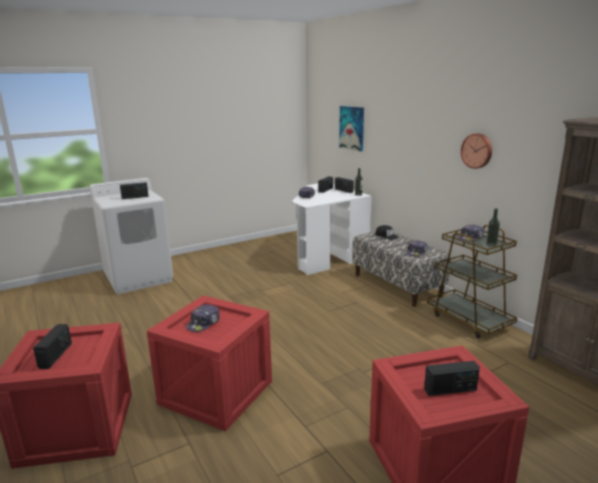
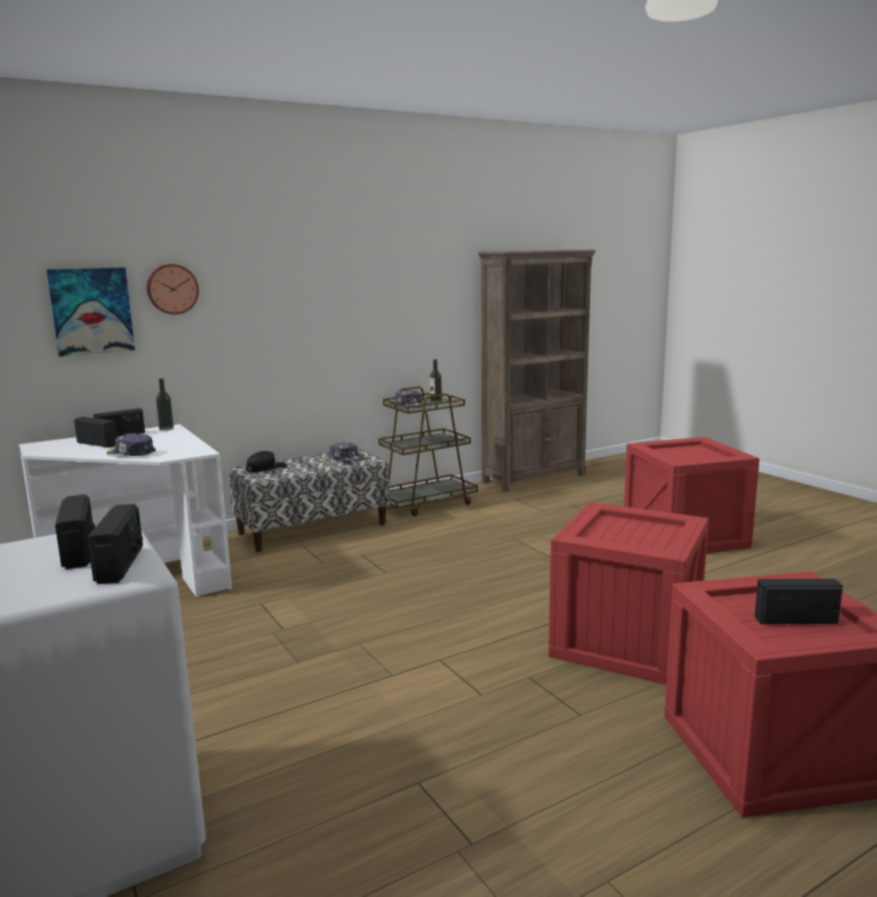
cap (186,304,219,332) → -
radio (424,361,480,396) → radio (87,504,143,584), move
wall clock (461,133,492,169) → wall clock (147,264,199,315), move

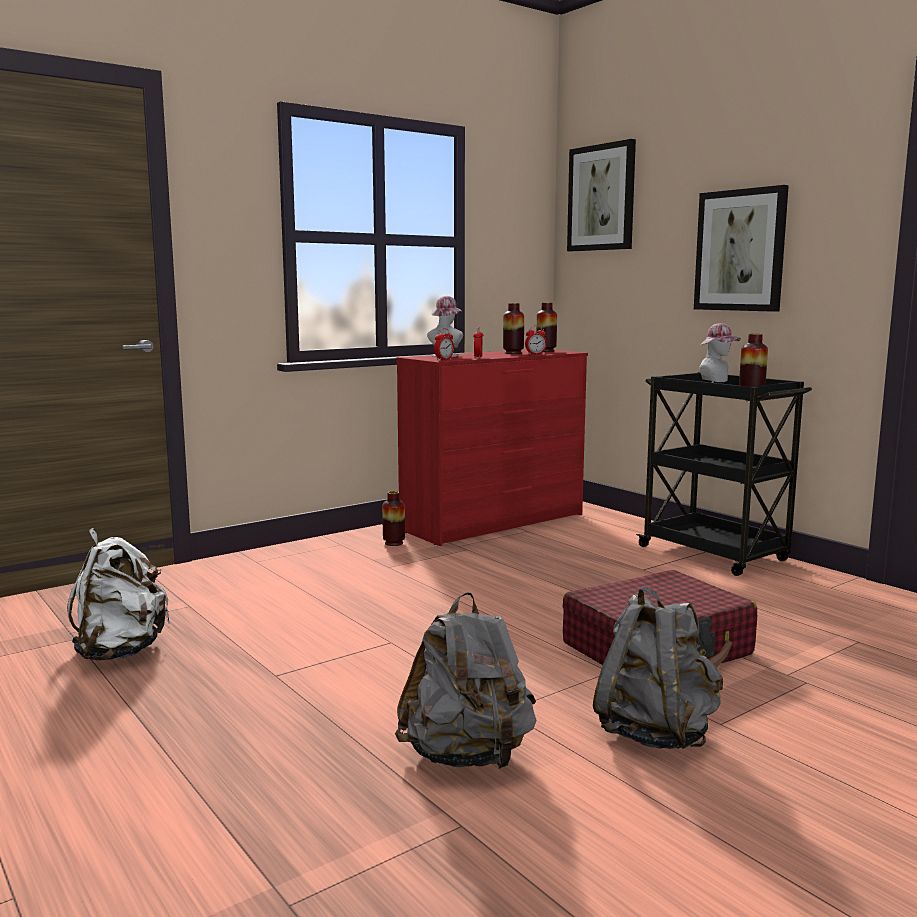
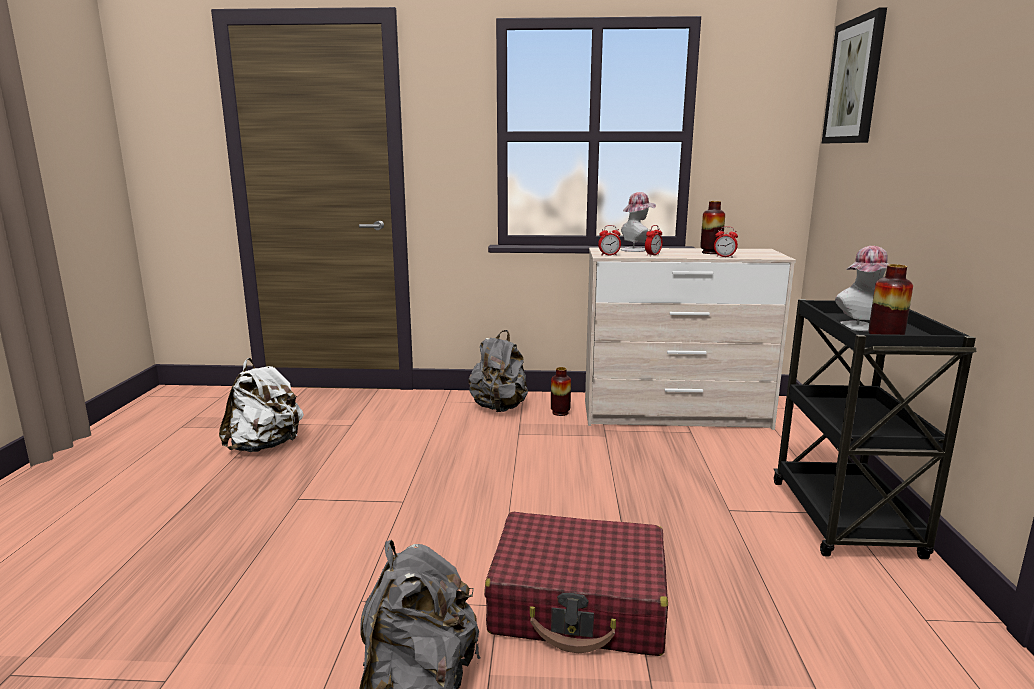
vase (536,302,557,352) → -
picture (694,185,789,312) → -
backpack in grey (395,592,537,769) → backpack in grey (469,330,528,412), move
dresser in red (396,350,588,546) → dresser in beige (585,248,796,430)

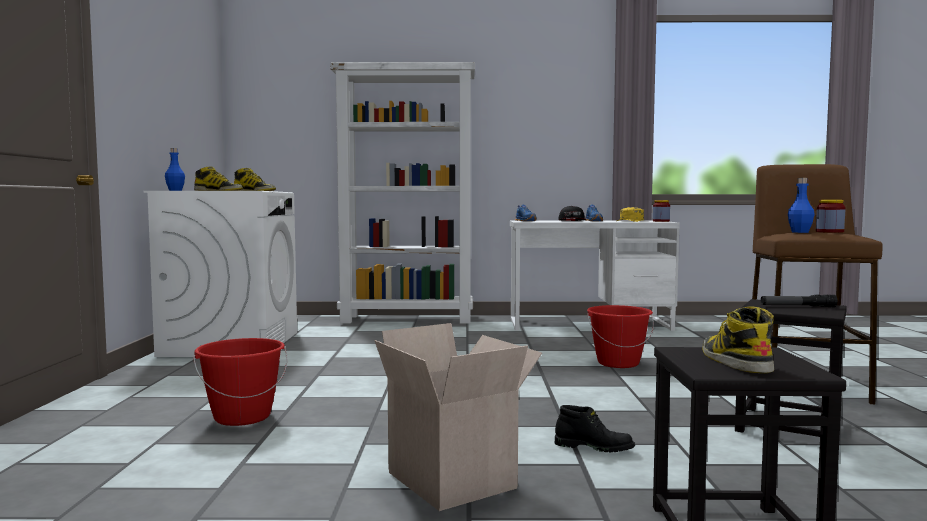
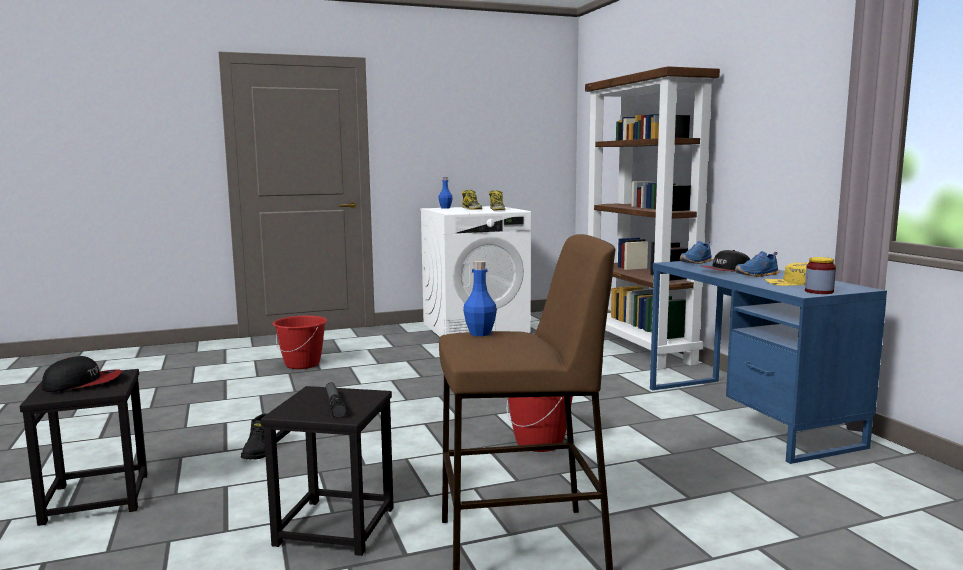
cardboard box (374,323,542,511) → -
jar (816,200,845,233) → -
boot (702,306,774,373) → cap (41,356,121,392)
bookcase in white (331,62,475,324) → bookcase in brown (585,66,720,370)
desk in white (510,221,680,331) → desk in blue (650,259,887,464)

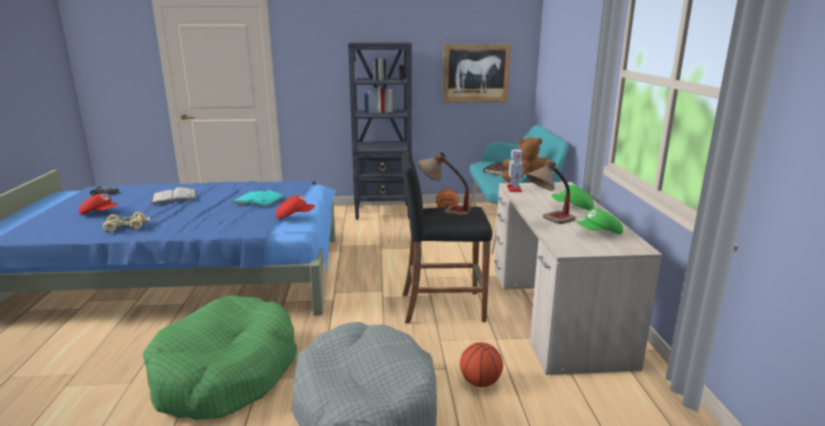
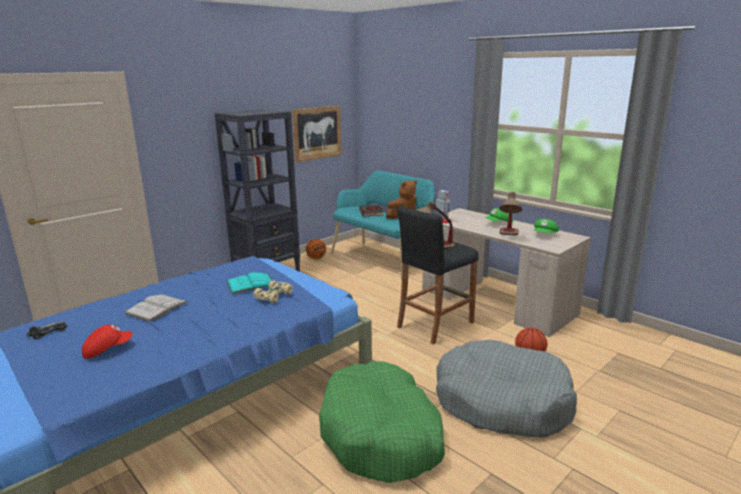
cap in red (276,196,315,218) → -
toy car in beige (103,212,150,232) → toy car in beige (253,280,293,303), move

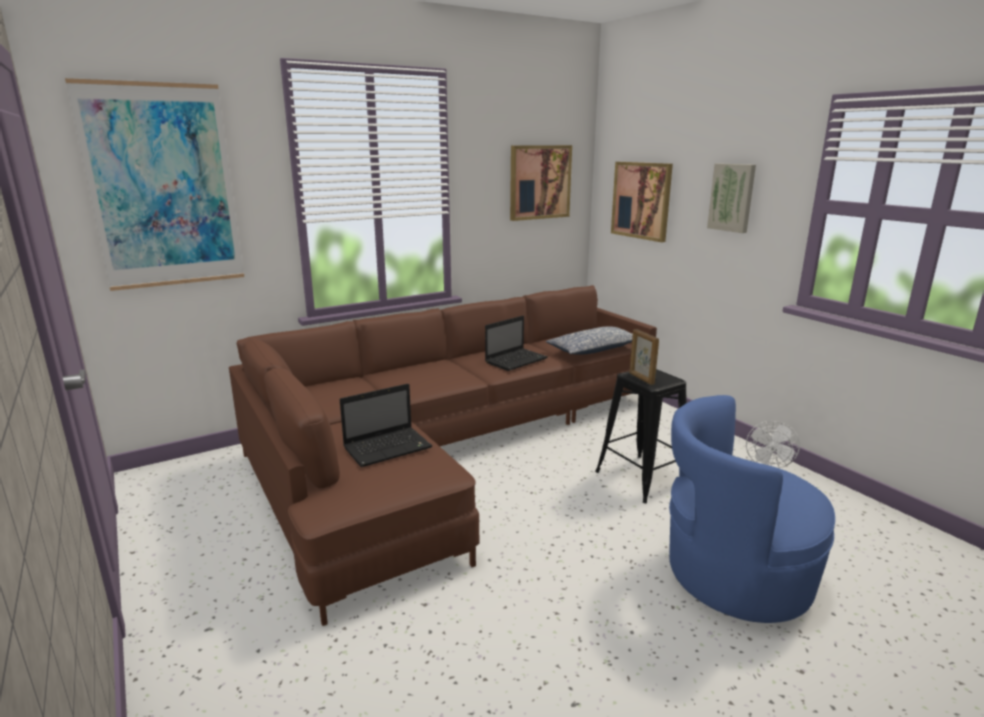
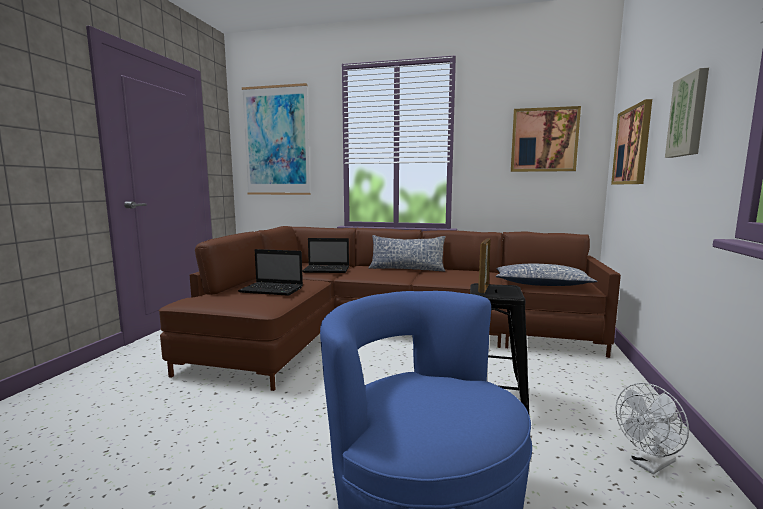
- → pillow (368,235,446,271)
laptop (485,316,548,371) → laptop (302,238,349,273), move

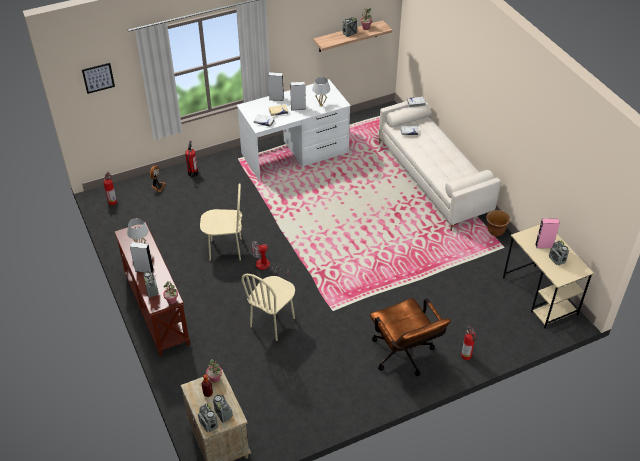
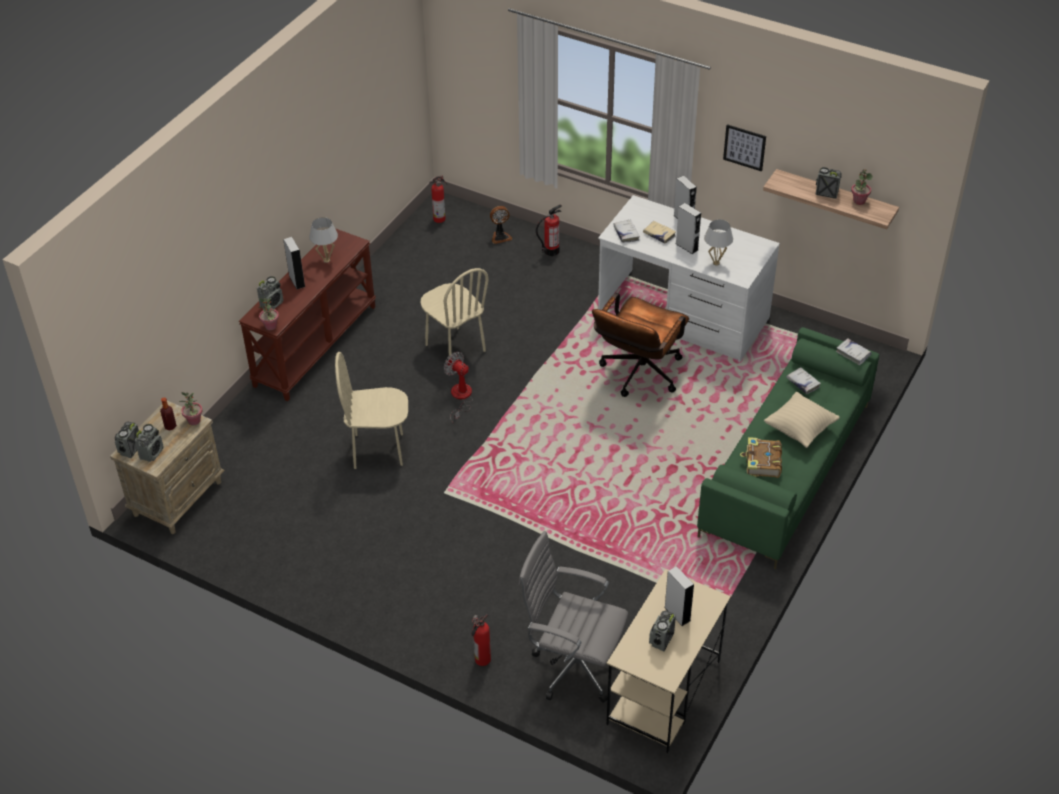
planter in brown (486,210,510,236) → -
- → office chair in grey (519,531,628,703)
- → book (740,437,782,478)
- → pillow in beige (764,392,840,448)
picture (82,63,115,94) → picture (723,124,766,172), move
office chair in brown (370,298,451,376) → office chair in brown (592,293,689,397), move
sofa in beige (379,98,501,231) → sofa in green (697,327,879,569)
speaker in pink (535,219,560,248) → speaker in grey (664,566,694,626)

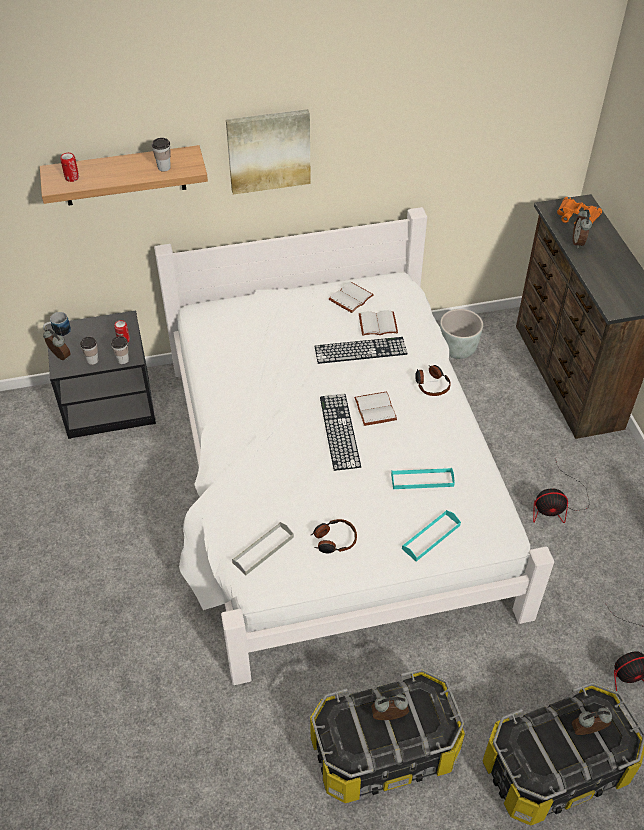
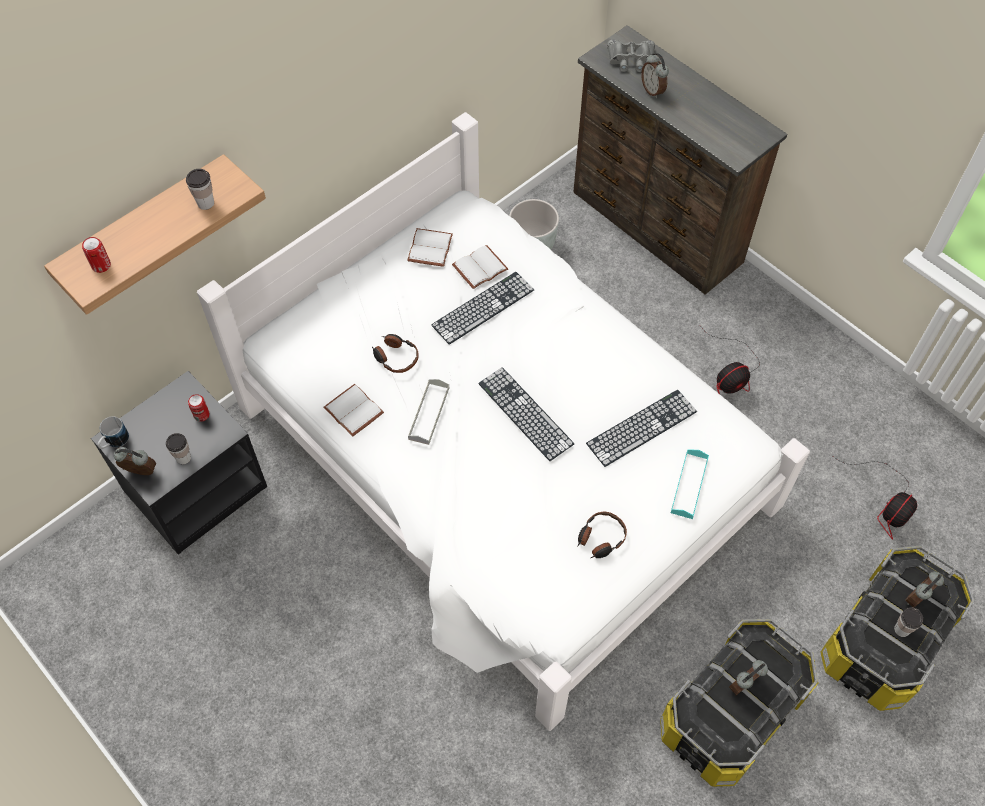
picture (226,109,311,195) → -
cup (111,336,129,364) → cup (894,607,923,637), move
tray in grey (232,522,294,575) → tray in grey (408,379,449,445), move
book in white (354,391,397,426) → book in white (323,384,384,437), move
headphones (415,365,451,396) → headphones (372,334,419,373), move
tray in turquoise (391,468,455,489) → keyboard (586,390,697,467)
binoculars in orange (557,197,602,224) → binoculars in grey (607,39,655,72)

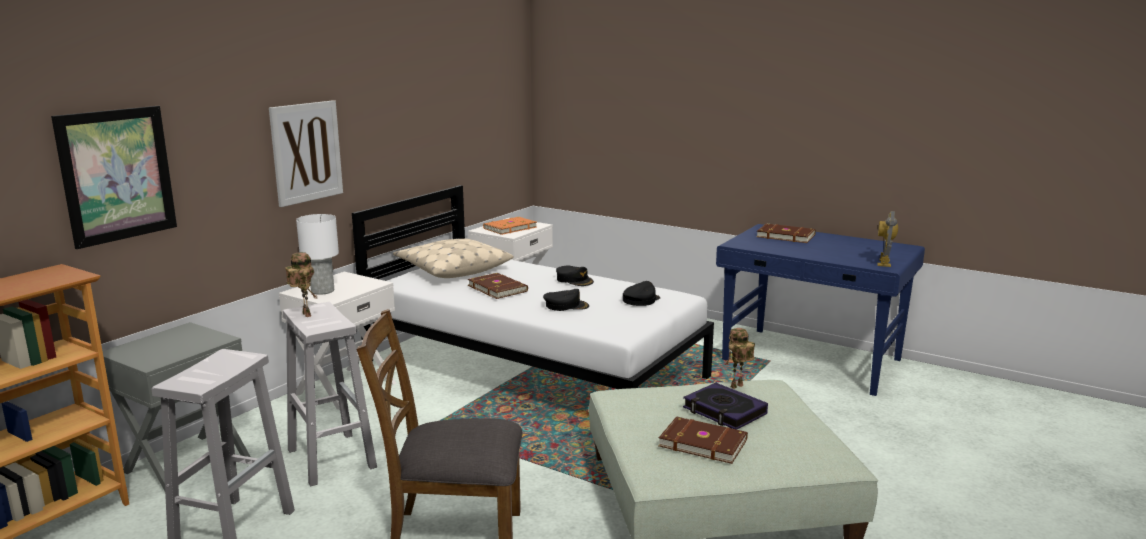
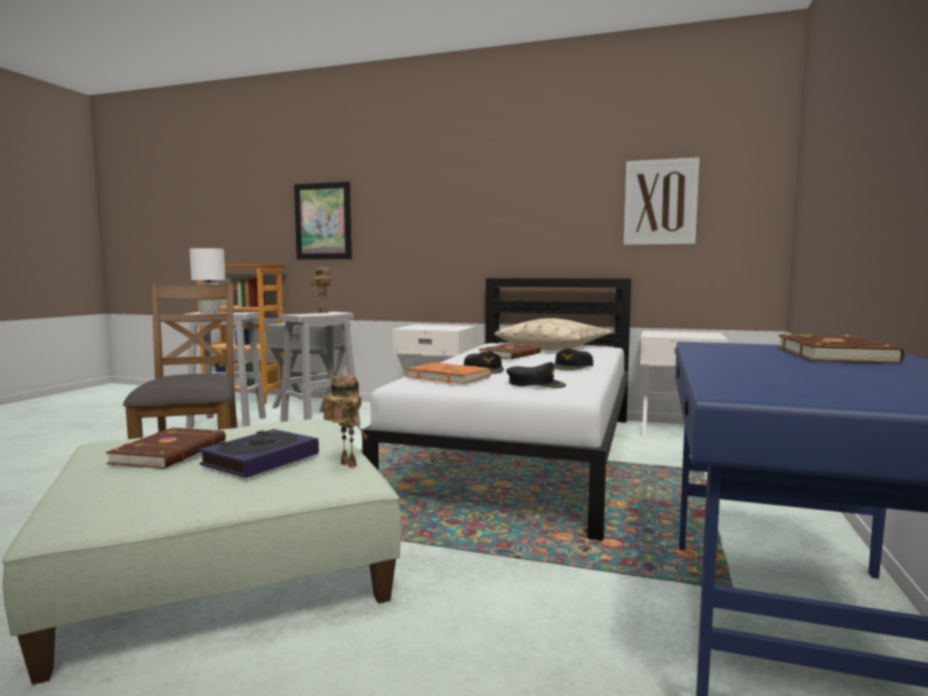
toy robot (877,211,898,267) → -
picture (269,100,343,207) → picture (624,157,700,245), move
table lamp in white (296,214,339,295) → table lamp in white (189,248,225,313), move
book in orange (483,217,537,235) → book in orange (406,362,491,384), move

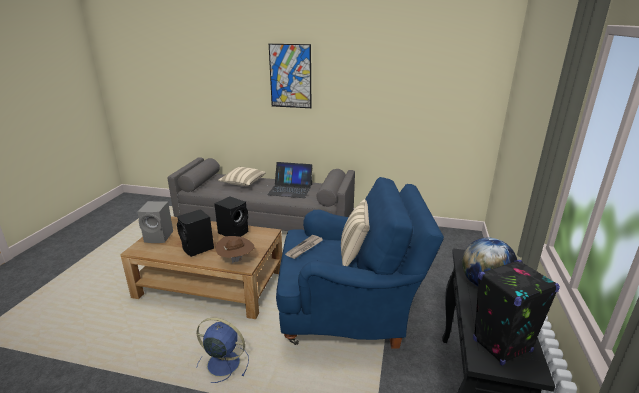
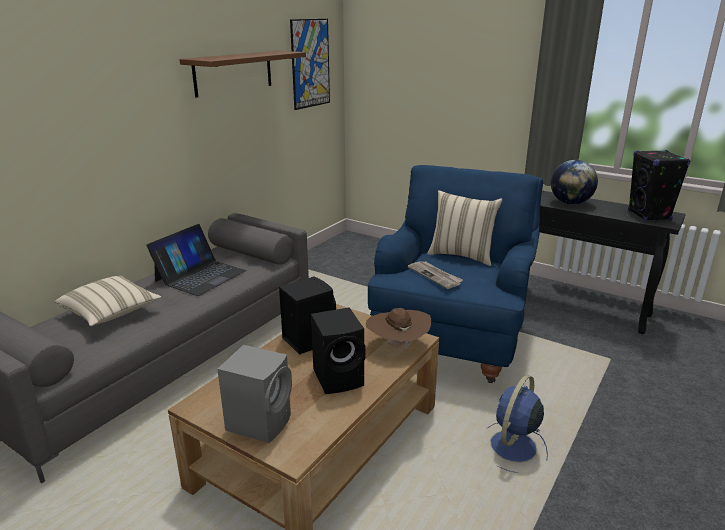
- → shelf in brown (179,51,306,97)
picture (269,44,311,108) → picture (290,19,330,110), move

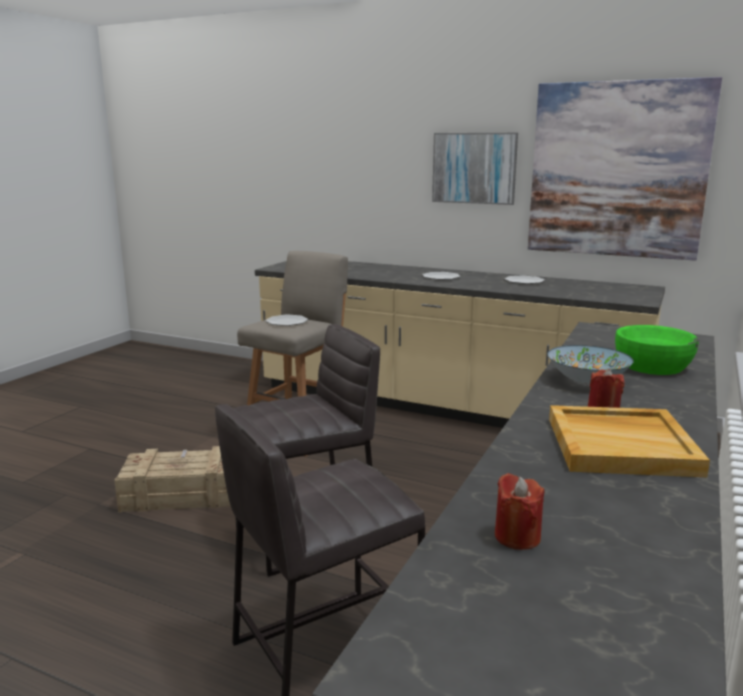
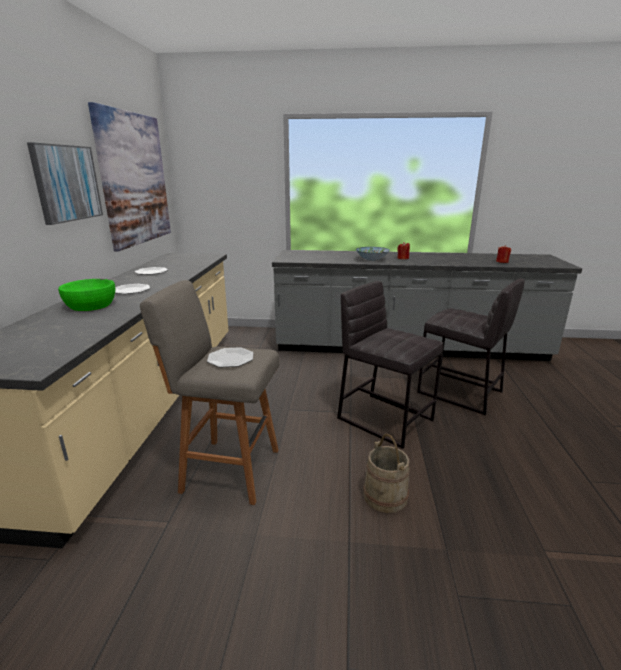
tray in beige (549,405,710,477) → -
bowl in green (615,325,699,375) → bowl in green (58,279,115,311), move
crate (114,446,231,513) → bucket in beige (363,434,410,513)

